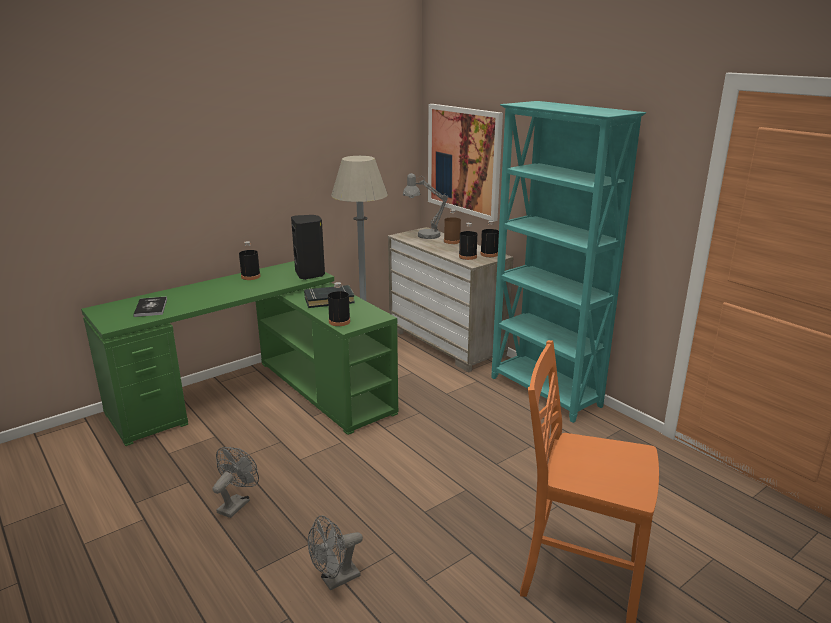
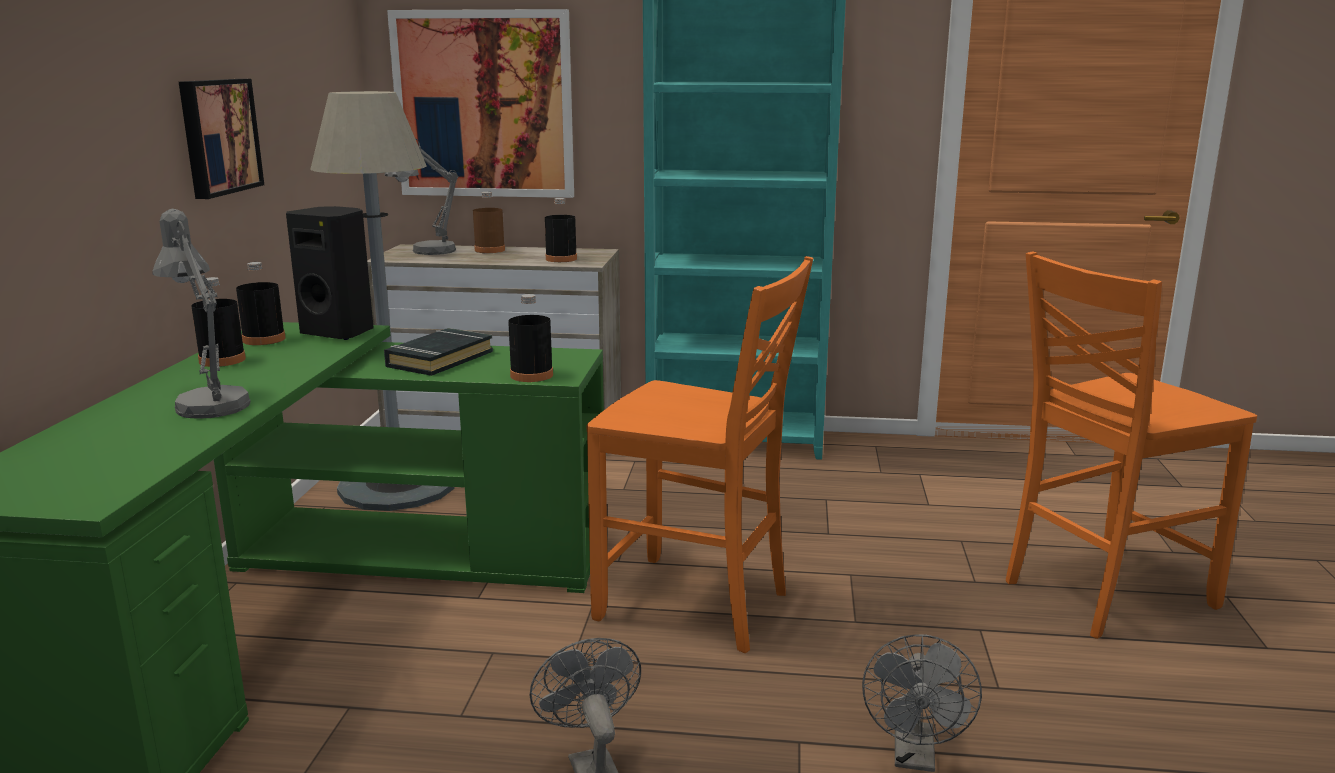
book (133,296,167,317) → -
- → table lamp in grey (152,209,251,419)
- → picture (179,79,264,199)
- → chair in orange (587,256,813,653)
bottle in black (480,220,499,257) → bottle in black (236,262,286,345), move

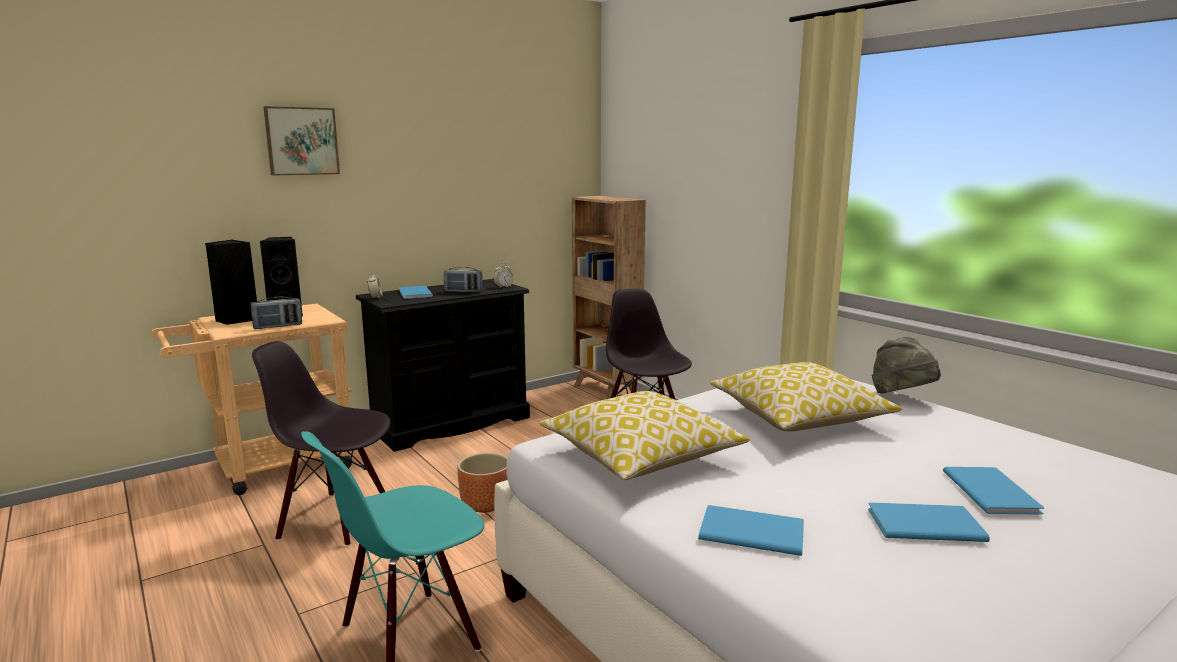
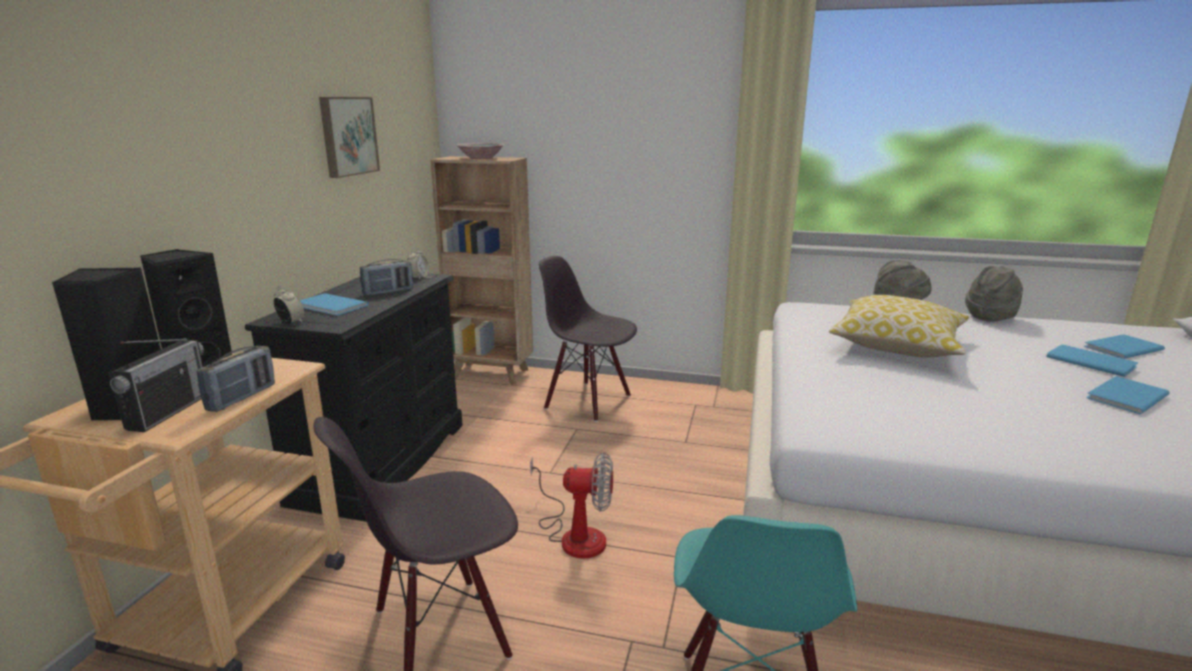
pillow (540,391,750,480) → -
- → radio (109,338,204,432)
- → bowl (457,143,504,159)
- → hat in grey (965,266,1023,322)
picture (263,106,340,176) → picture (319,97,380,178), move
book in blue (699,505,804,556) → book in blue (1084,334,1165,359), move
planter in brown (457,453,508,513) → fan (530,452,613,559)

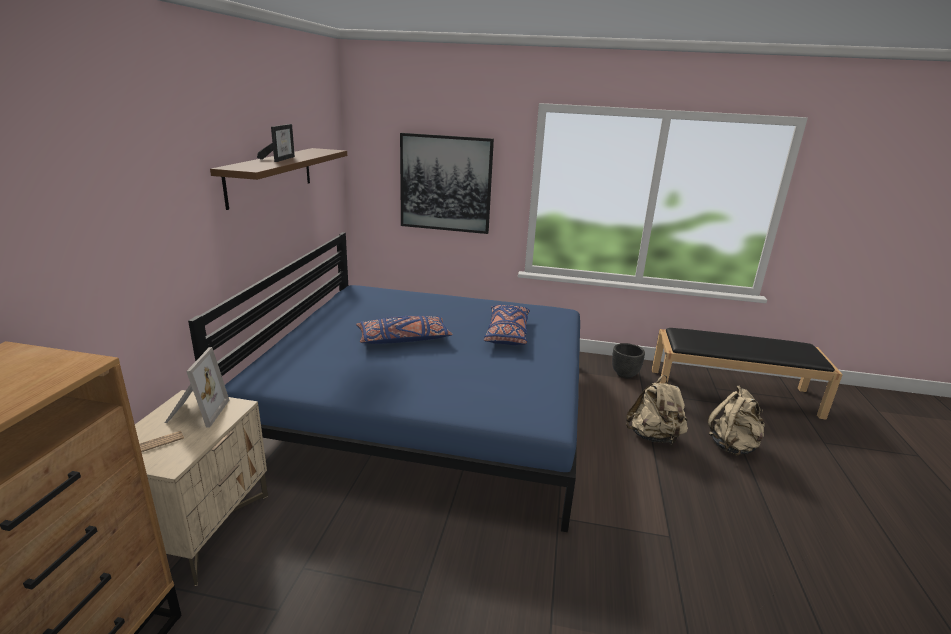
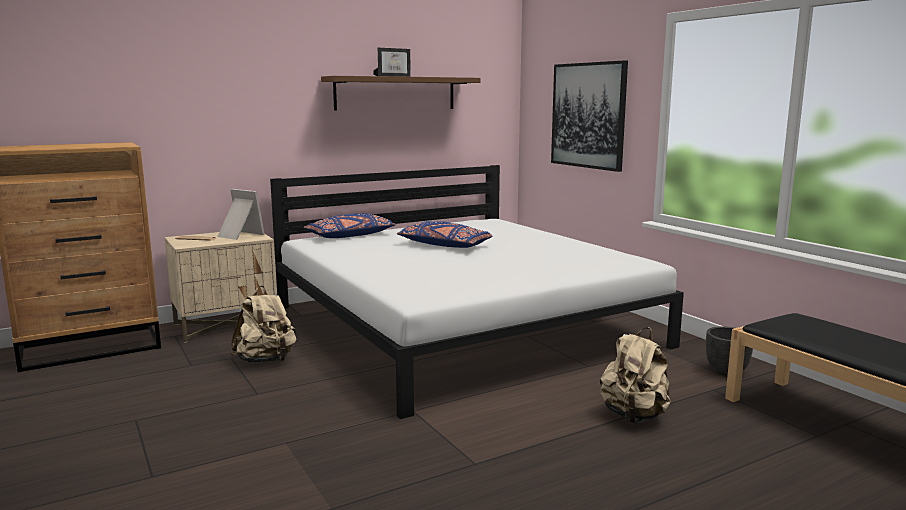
pillow in blue (484,304,530,345) → pillow in blue (303,213,396,238), move
backpack in beige (708,385,765,456) → backpack in beige (231,285,296,363), move
bed in blue (188,232,580,532) → bed in white (270,165,684,419)
picture frame (165,347,229,428) → picture frame (217,189,265,240), 105 degrees counterclockwise

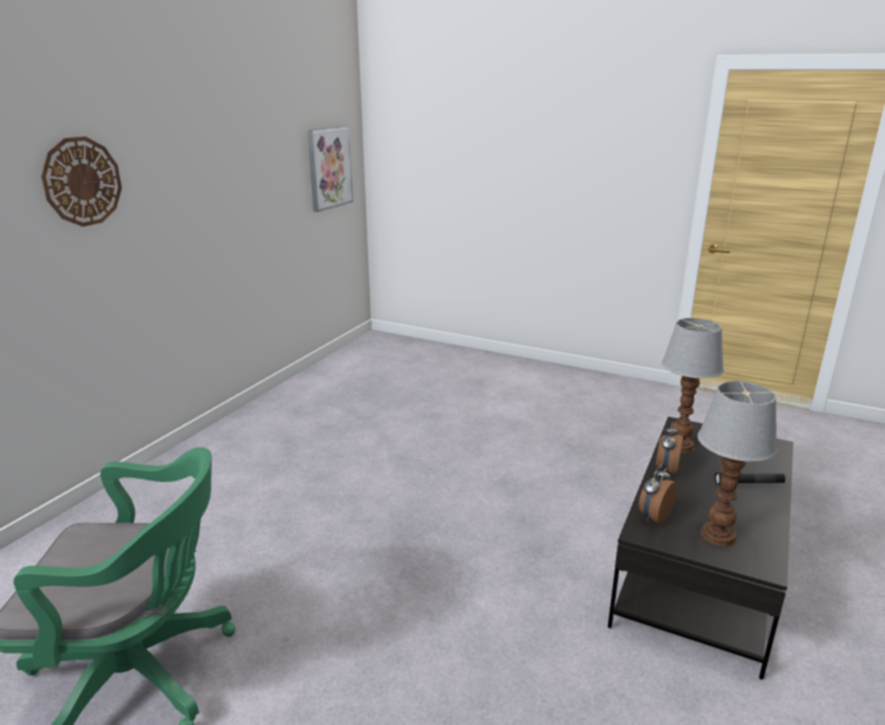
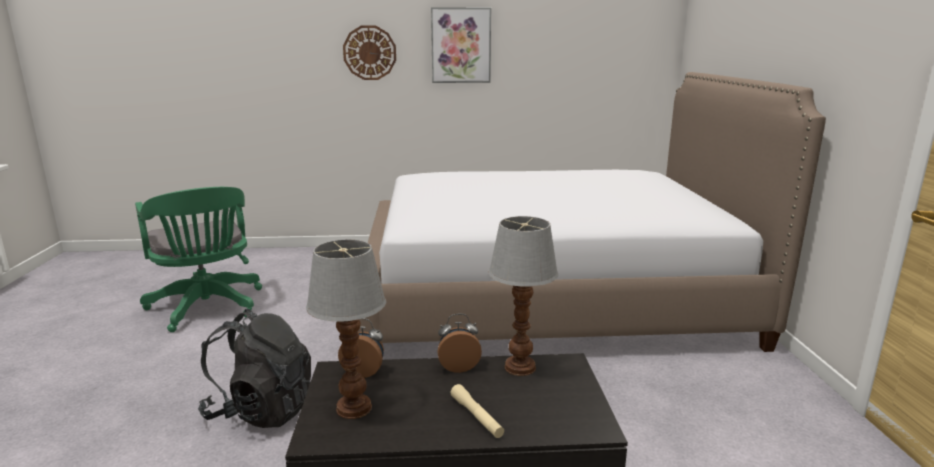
- → backpack in black (198,309,311,428)
- → bed (358,72,826,352)
picture (307,126,353,212) → picture (431,7,491,83), move
flashlight in black (714,472,785,485) → flashlight in beige (451,384,504,438)

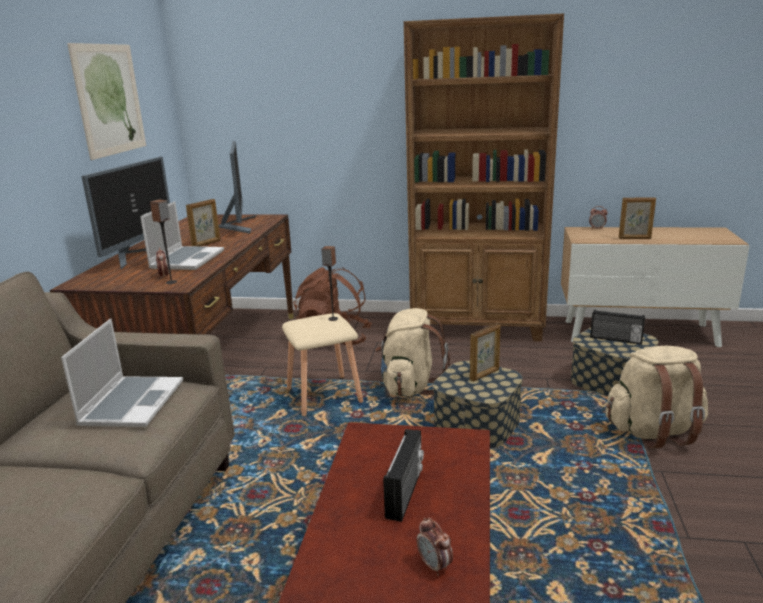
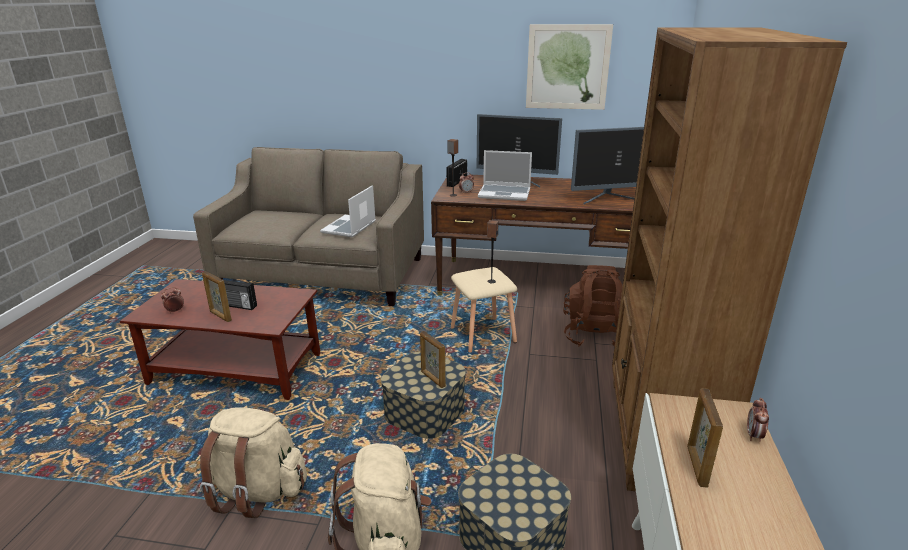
picture frame (186,199,220,246) → picture frame (202,271,232,322), move
backpack in beige (375,308,450,396) → backpack in beige (200,407,307,518), move
radio (590,310,645,344) → radio (446,159,467,187), move
laptop (61,319,183,427) → laptop (320,185,376,237), 105 degrees clockwise

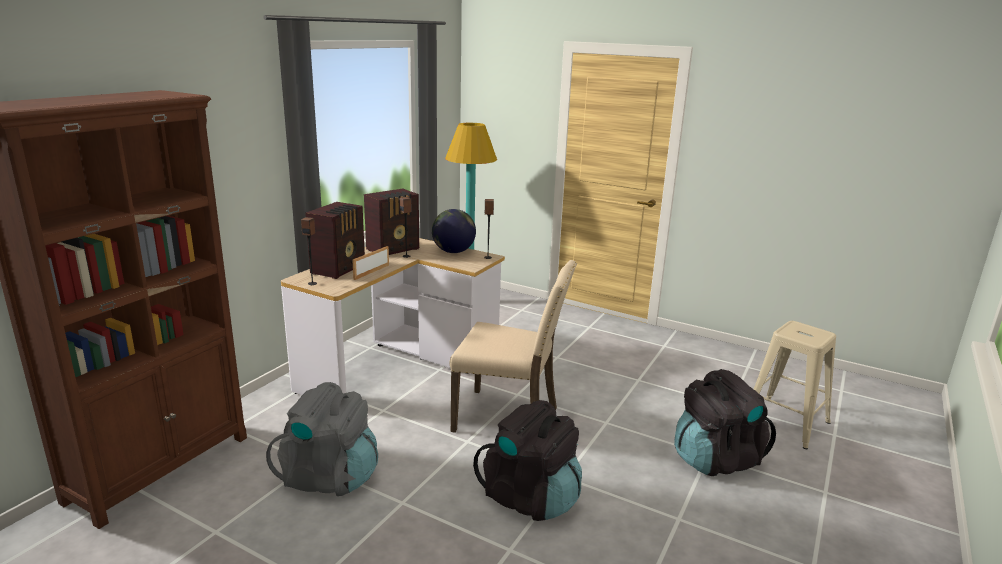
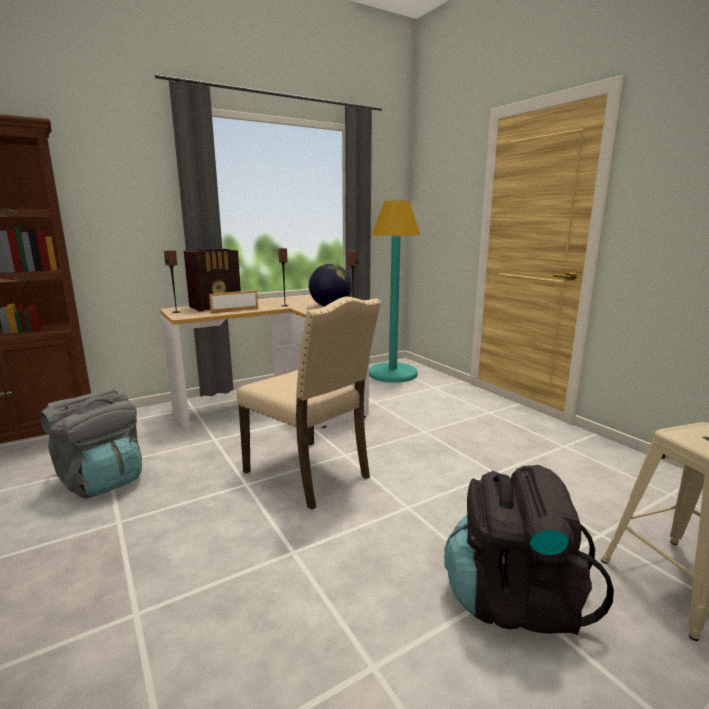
radio (364,189,419,255) → -
backpack in black (473,400,582,521) → -

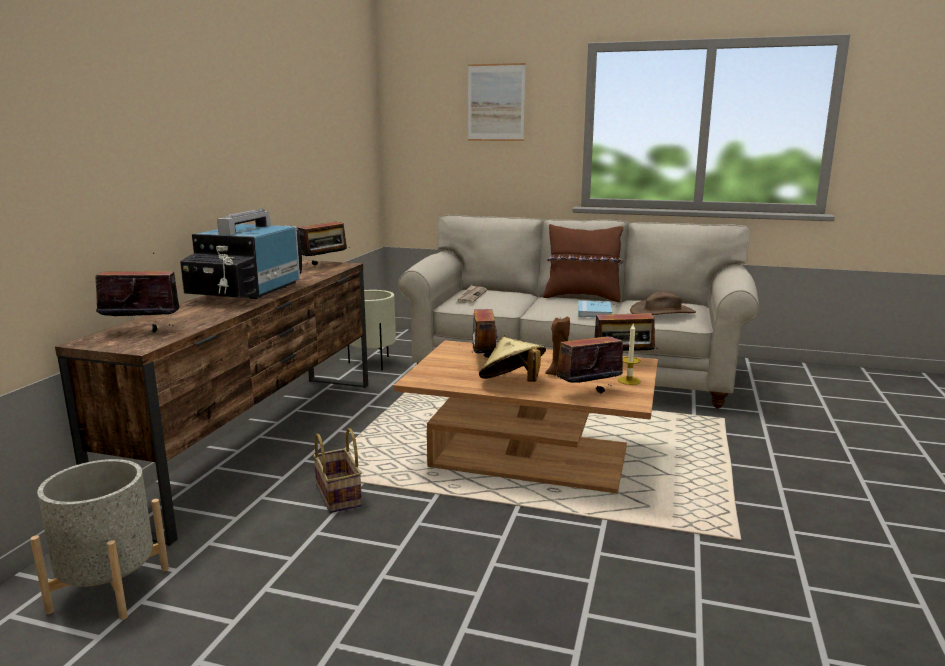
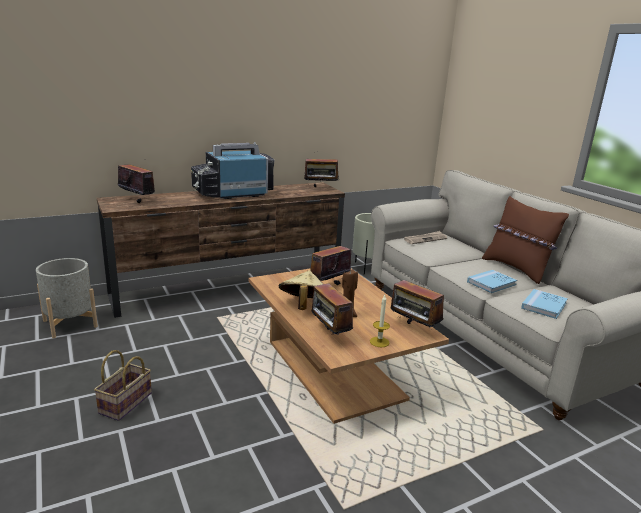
picture (468,63,526,141) → -
basket (313,428,362,513) → basket (94,350,152,421), move
hat in brown (630,291,696,315) → book in blue (521,289,568,319)
radio (553,336,631,393) → radio (312,277,353,335), 135 degrees counterclockwise

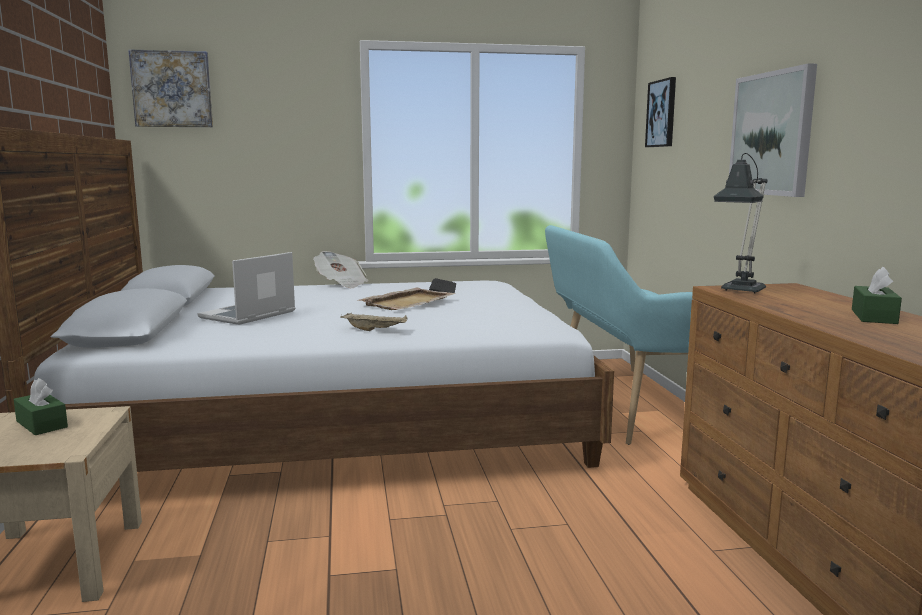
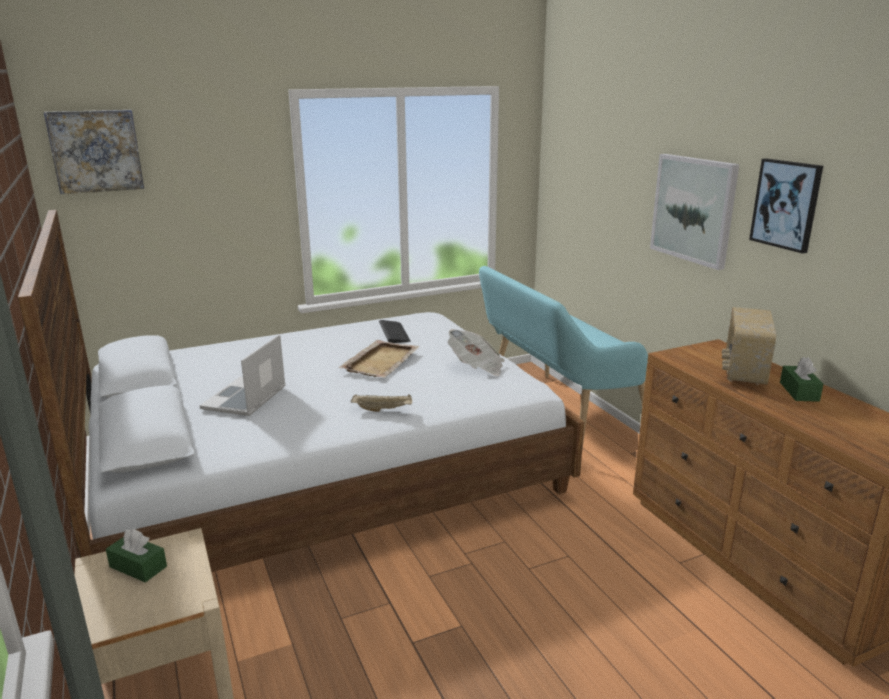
table lamp (714,153,768,293) → -
- → radio (722,307,776,385)
newspaper (313,251,369,288) → newspaper (448,329,504,376), move
picture (645,77,676,147) → picture (749,158,823,254), move

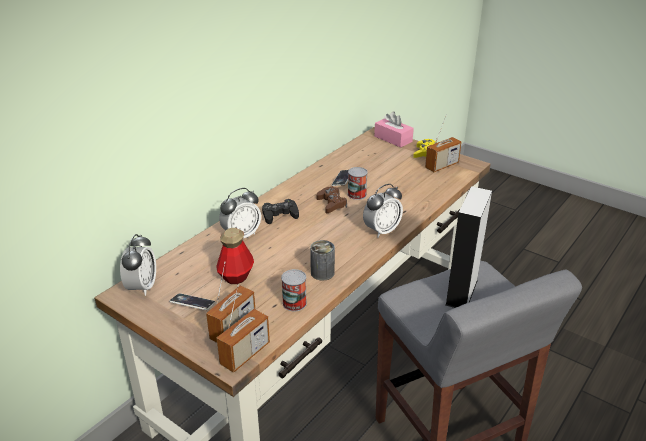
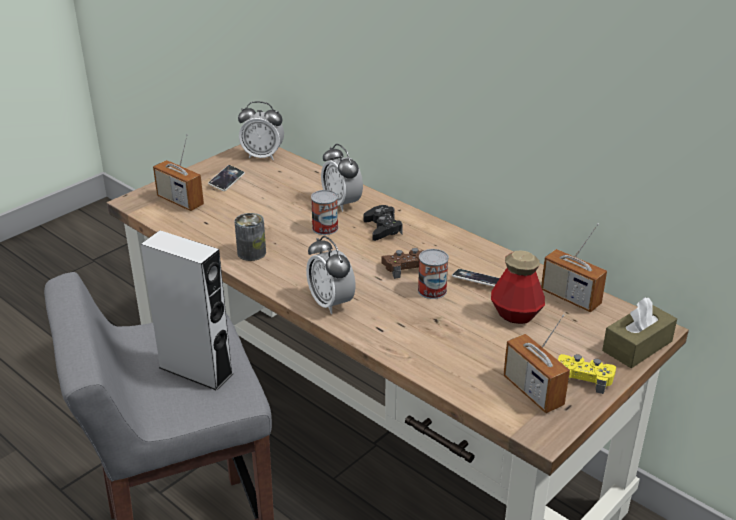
bottle (216,228,254,284) → bottle (491,250,545,324), move
radio (217,284,270,373) → radio (541,223,607,312), move
can (281,269,307,311) → can (311,190,338,235), move
tissue box in pink (374,112,414,148) → tissue box in brown (602,297,677,368)

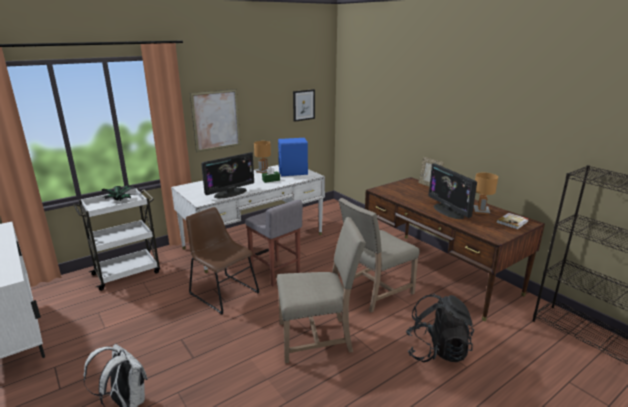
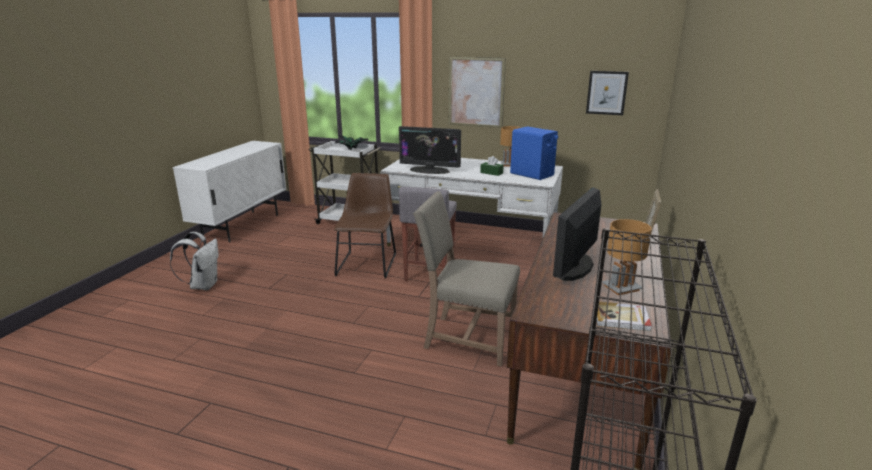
chair in beige (277,217,366,363) → -
backpack in black (406,293,474,362) → -

